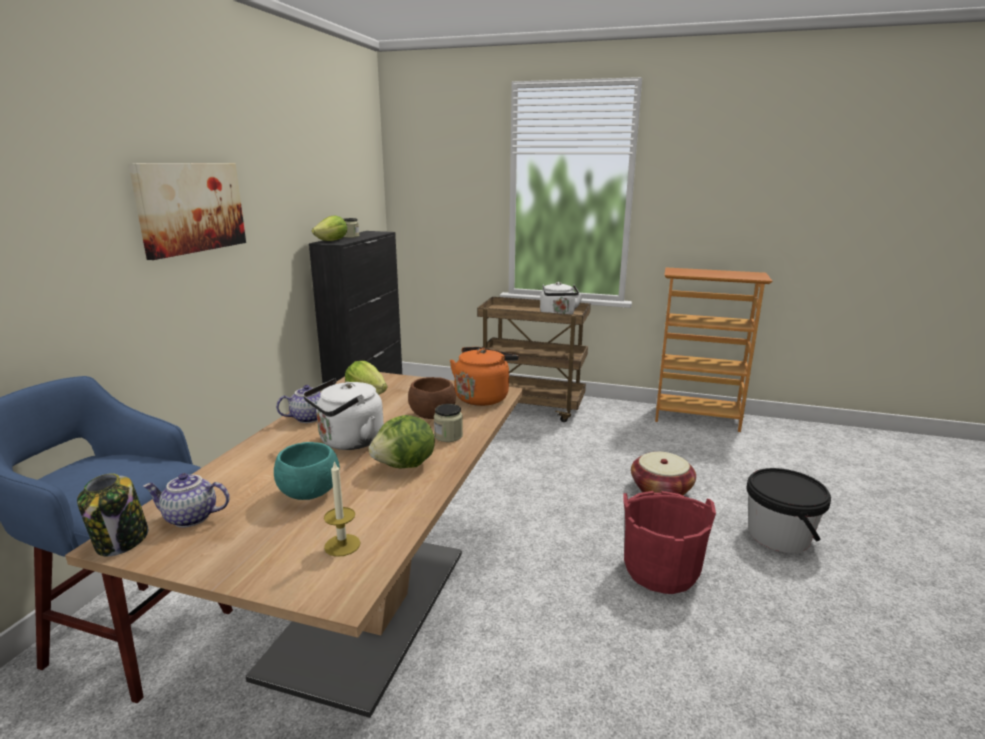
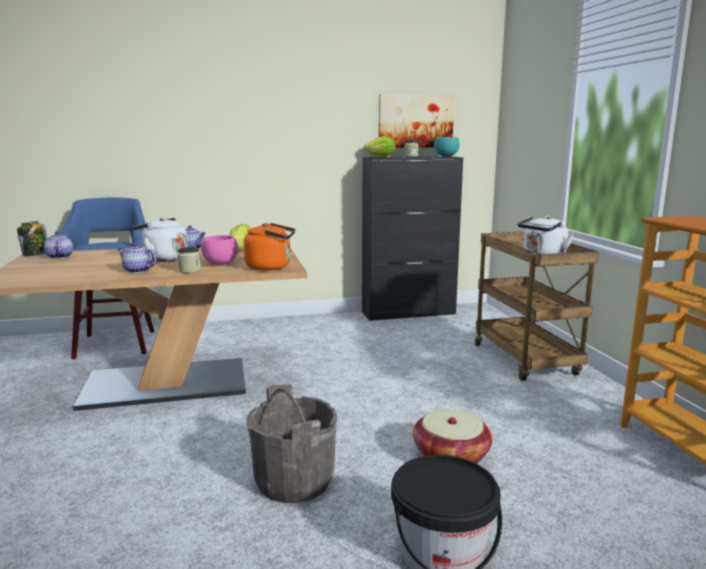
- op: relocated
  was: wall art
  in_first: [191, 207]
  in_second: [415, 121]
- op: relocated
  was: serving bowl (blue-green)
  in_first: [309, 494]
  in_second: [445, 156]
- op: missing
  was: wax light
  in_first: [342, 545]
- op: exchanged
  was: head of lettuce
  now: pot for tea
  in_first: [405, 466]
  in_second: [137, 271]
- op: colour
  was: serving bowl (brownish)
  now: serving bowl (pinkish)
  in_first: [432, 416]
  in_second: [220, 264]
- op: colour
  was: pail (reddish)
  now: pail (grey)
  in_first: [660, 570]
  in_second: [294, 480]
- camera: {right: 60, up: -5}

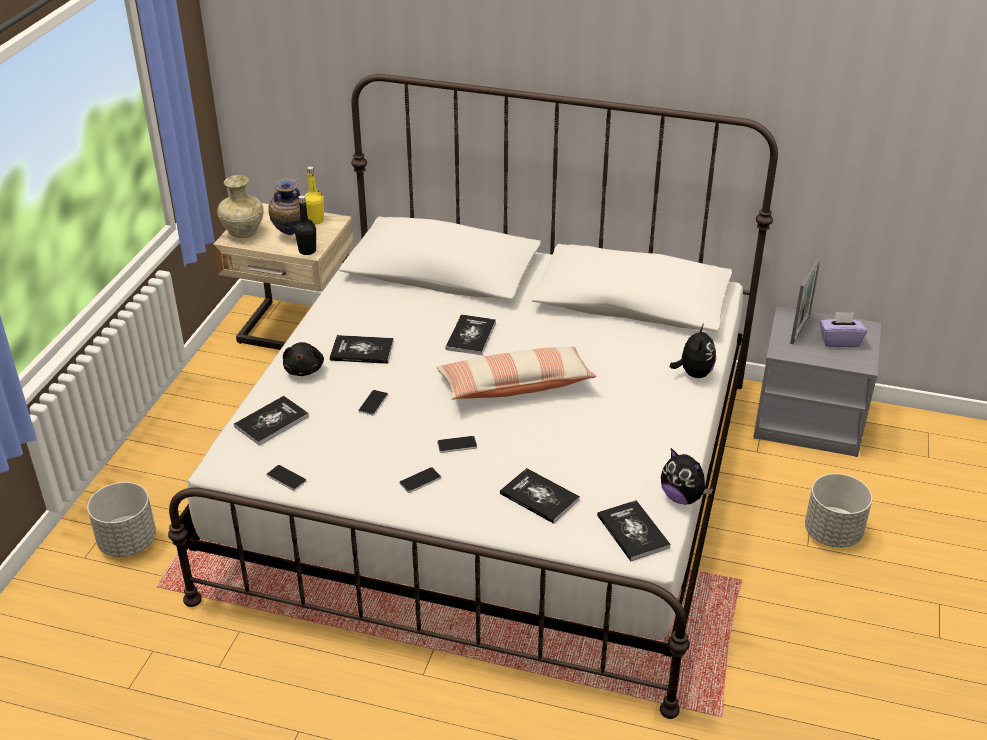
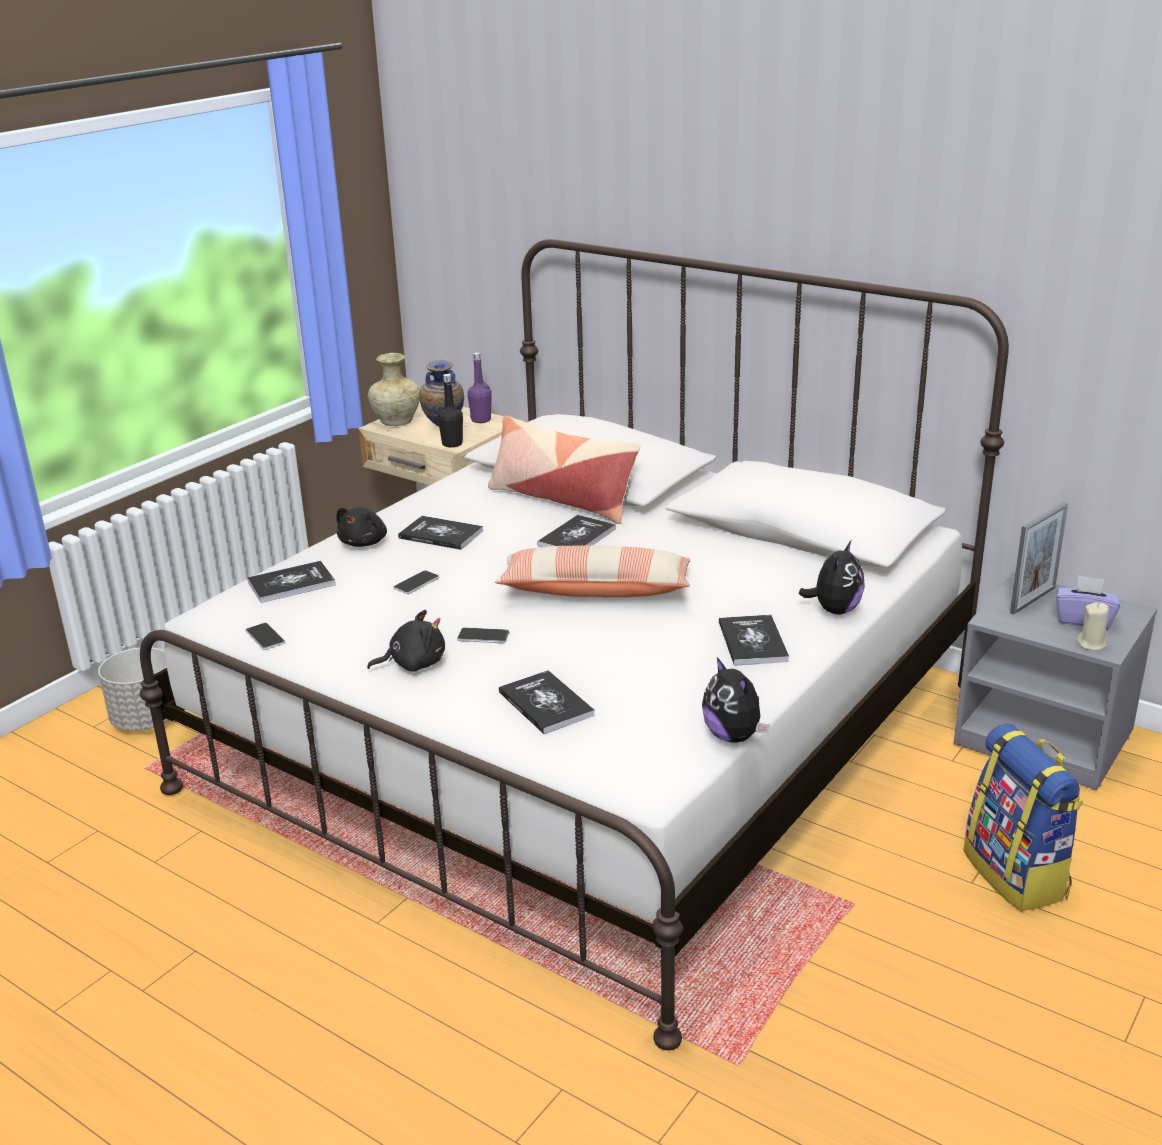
- op: colour
  was: drink bottle (yellowish)
  now: drink bottle (purplish)
  in_first: [315, 220]
  in_second: [481, 420]
- op: exchanged
  was: telephone
  now: cuddly toy (black)
  in_first: [420, 480]
  in_second: [413, 664]
- op: relocated
  was: book
  in_first: [633, 532]
  in_second: [752, 642]
- op: exchanged
  was: planter (grey)
  now: rucksack
  in_first: [833, 533]
  in_second: [1017, 874]
- op: appeared
  now: throw pillow
  in_second: [561, 499]
- op: appeared
  now: wax light (beige)
  in_second: [1091, 644]
- camera: {right: 20, up: -10}

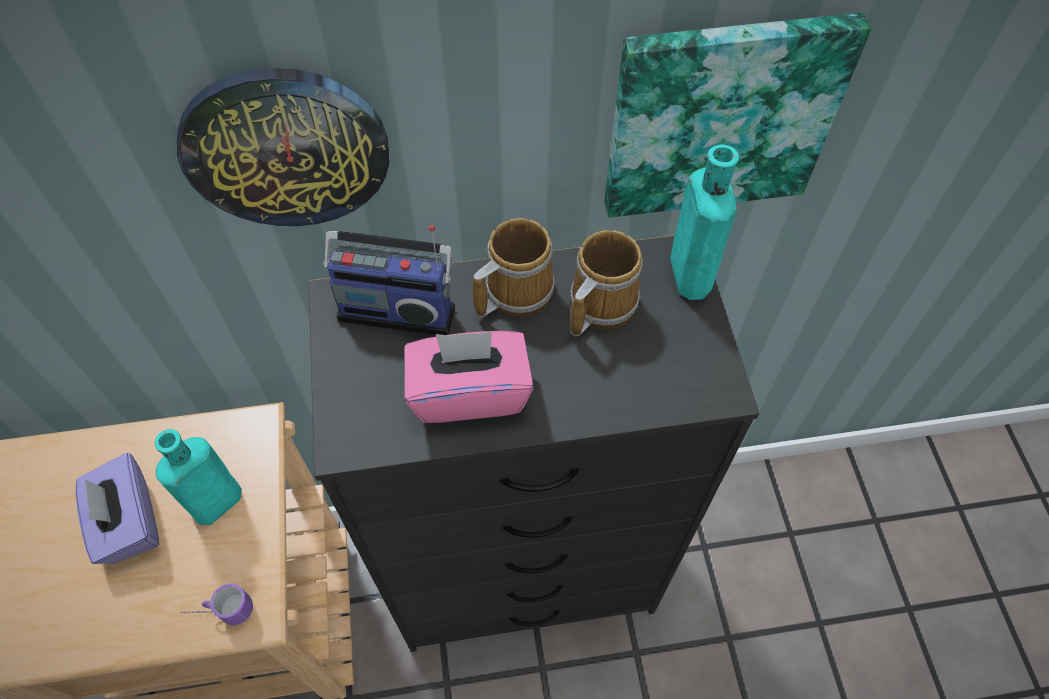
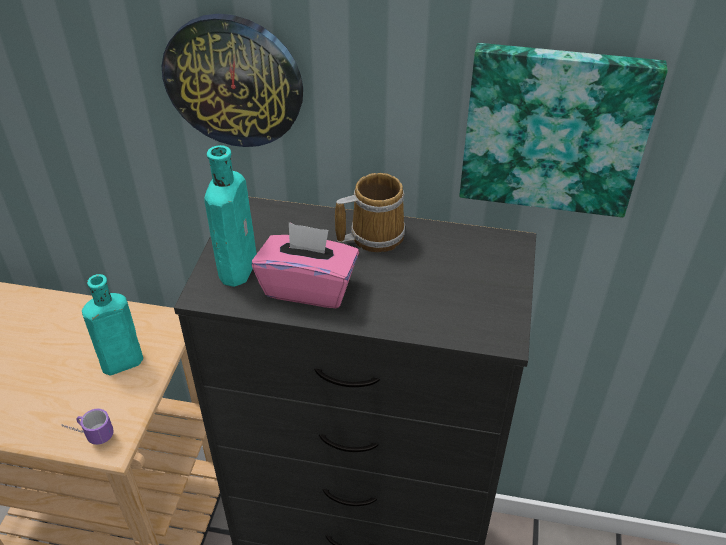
- op: missing
  was: tissue holder (purplish)
  in_first: [128, 522]
- op: missing
  was: radio set
  in_first: [398, 308]
- op: missing
  was: mug
  in_first: [598, 304]
- op: relocated
  was: drink bottle (blue-green)
  in_first: [689, 271]
  in_second: [239, 266]
- camera: {right: 20, up: -15}

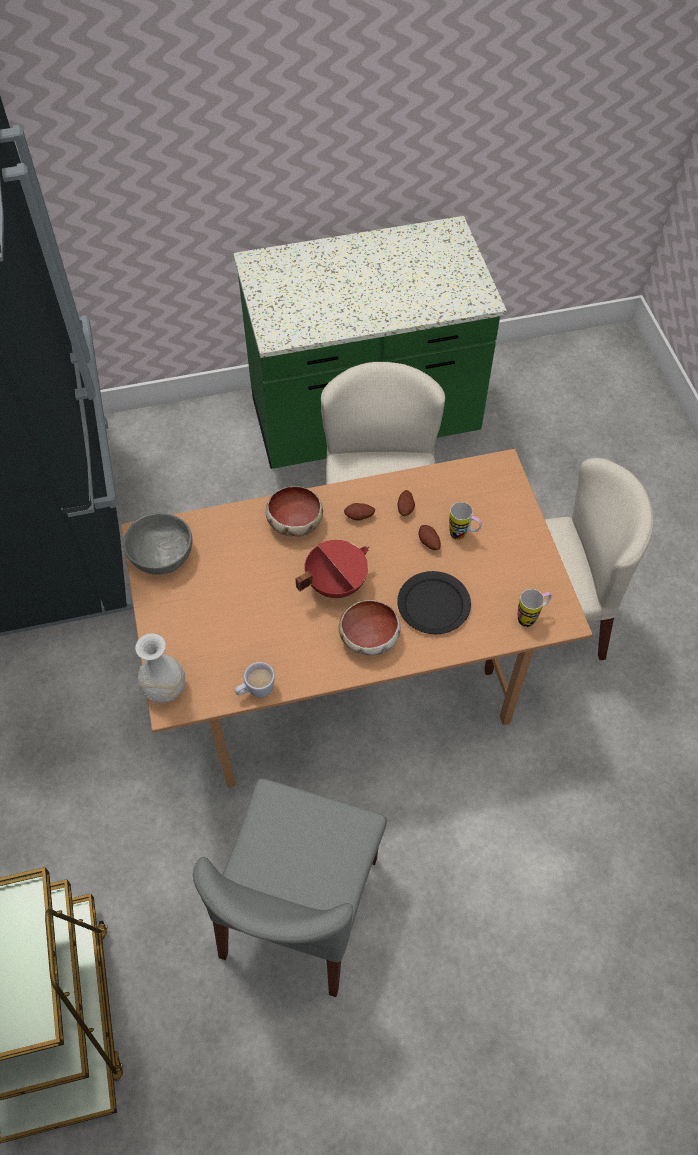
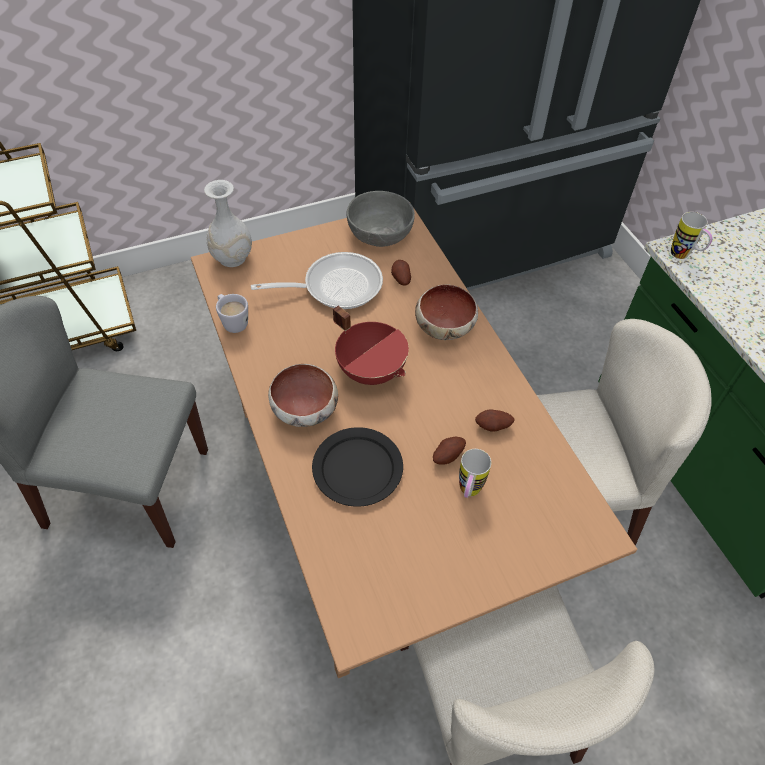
- op: relocated
  was: spud
  in_first: [359, 517]
  in_second: [400, 279]
- op: relocated
  was: mug
  in_first: [531, 617]
  in_second: [684, 256]
- op: appeared
  now: frying pan
  in_second: [335, 286]
- camera: {right: 80, up: -5}

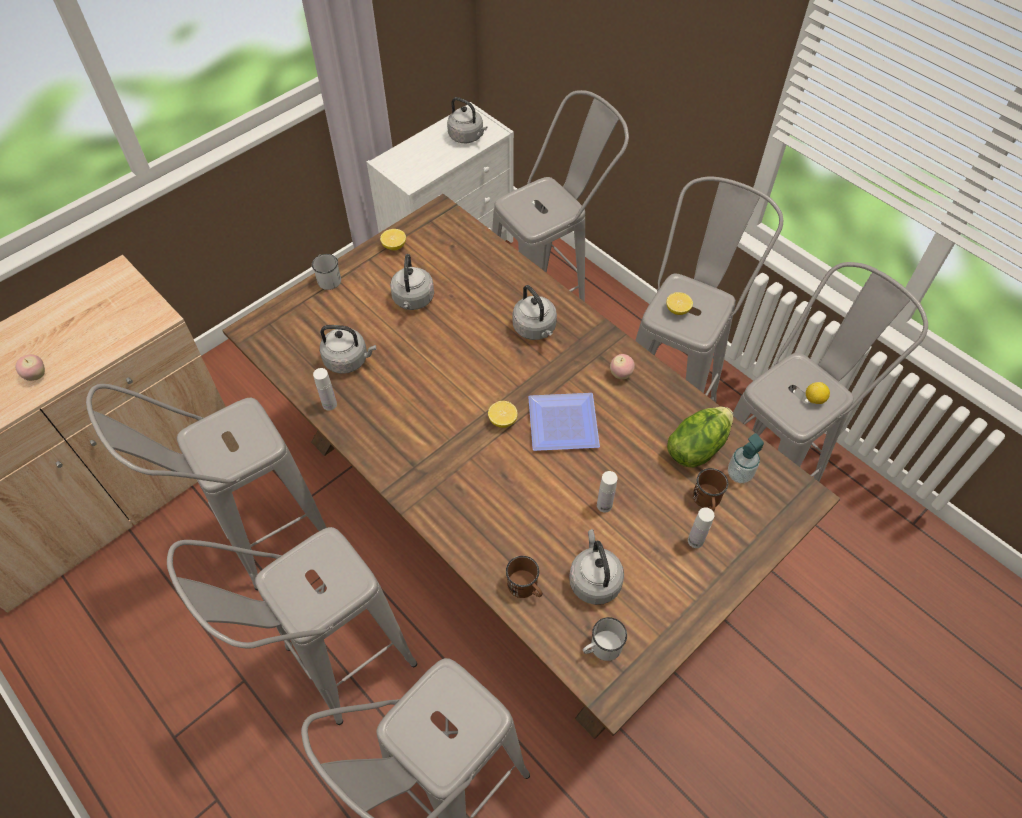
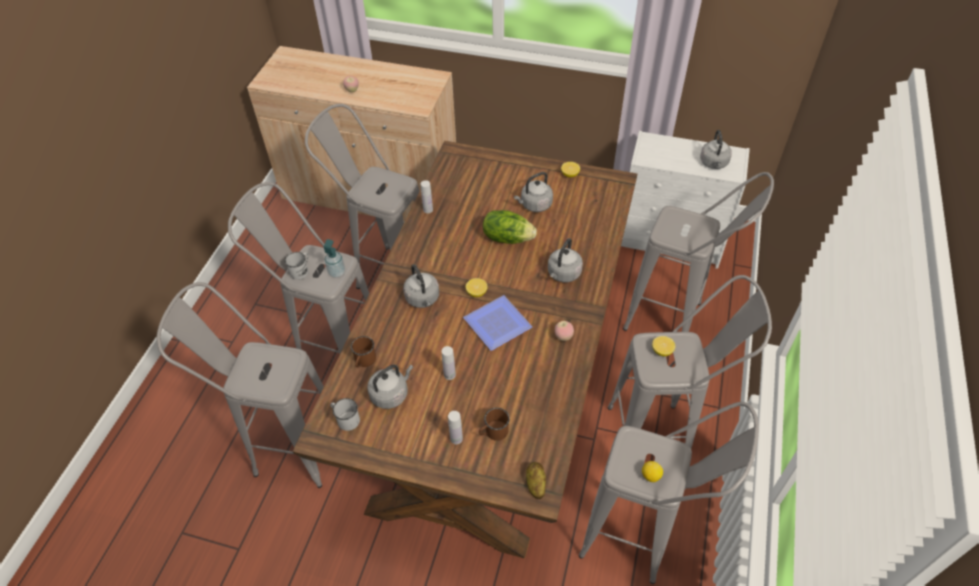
- op: relocated
  was: mug (white-coloured)
  in_first: [328, 278]
  in_second: [301, 270]
- op: relocated
  was: water kettle (grey)
  in_first: [348, 360]
  in_second: [423, 299]
- op: relocated
  was: head of lettuce
  in_first: [696, 447]
  in_second: [507, 237]
- op: relocated
  was: liquid soap bottle
  in_first: [739, 474]
  in_second: [337, 272]
- op: appeared
  now: spud
  in_second: [535, 484]
- camera: {right: 60, up: -5}

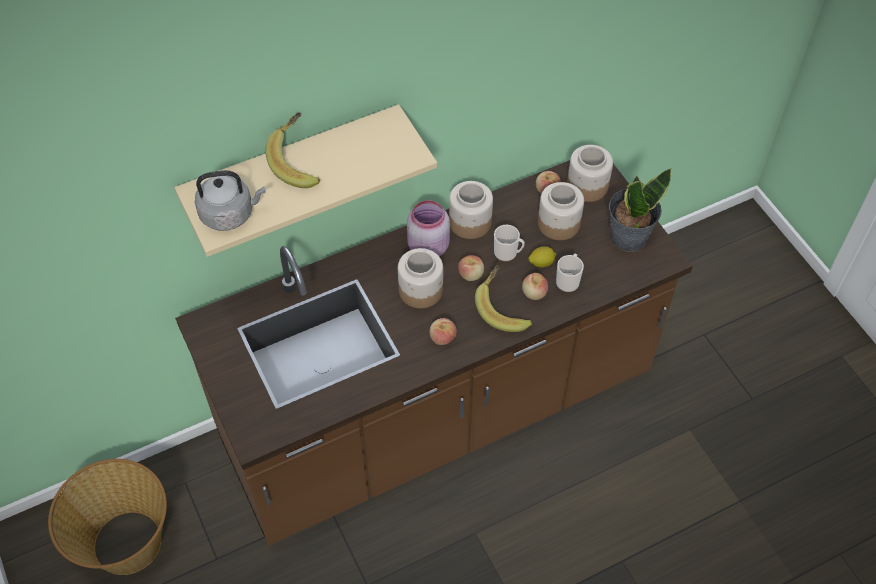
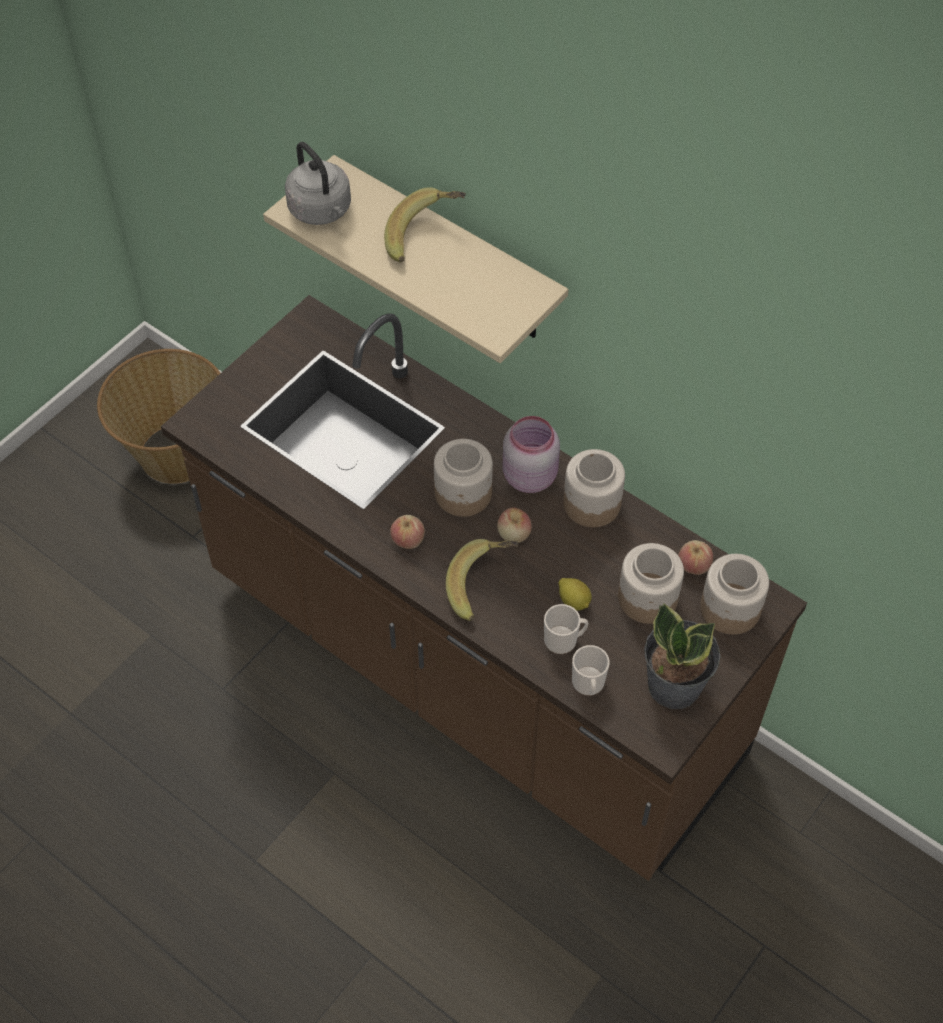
- op: relocated
  was: mug
  in_first: [508, 253]
  in_second: [588, 685]
- op: missing
  was: whole apple
  in_first: [534, 293]
- camera: {right: 65, up: 0}

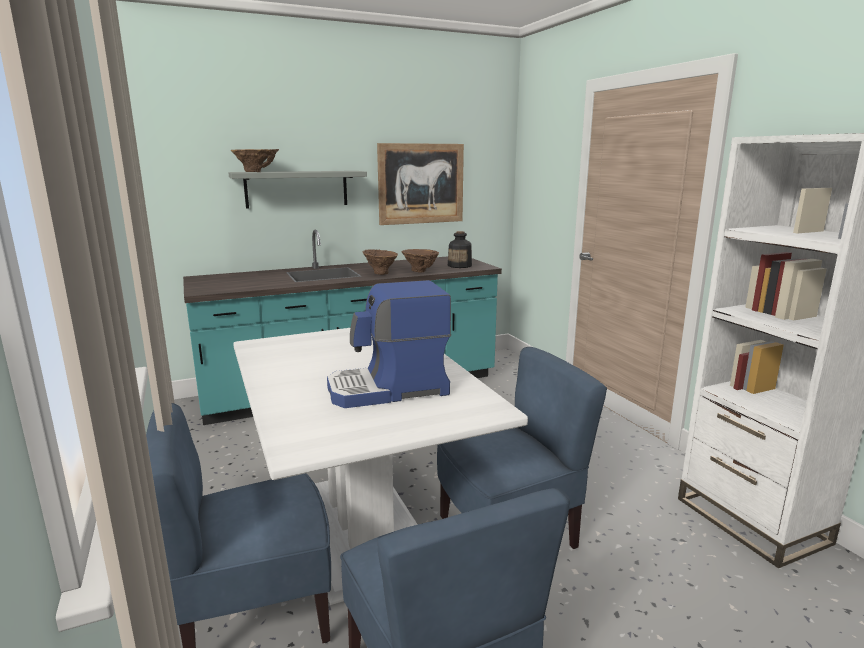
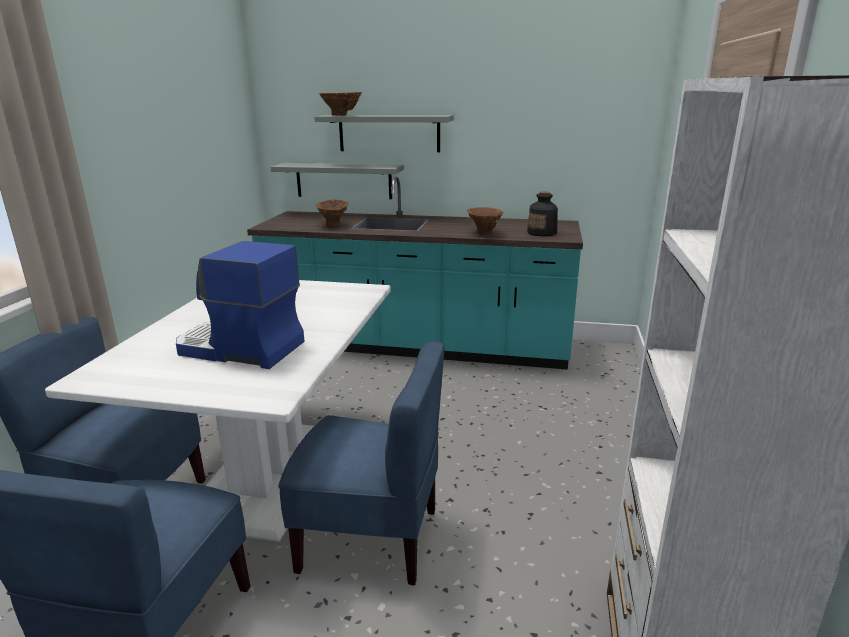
- op: relocated
  was: decorative vase (brownish)
  in_first: [380, 272]
  in_second: [334, 225]
- op: missing
  was: wall art
  in_first: [421, 184]
- op: appeared
  now: wall shelf (grey)
  in_second: [343, 180]
- camera: {right: 35, up: 5}

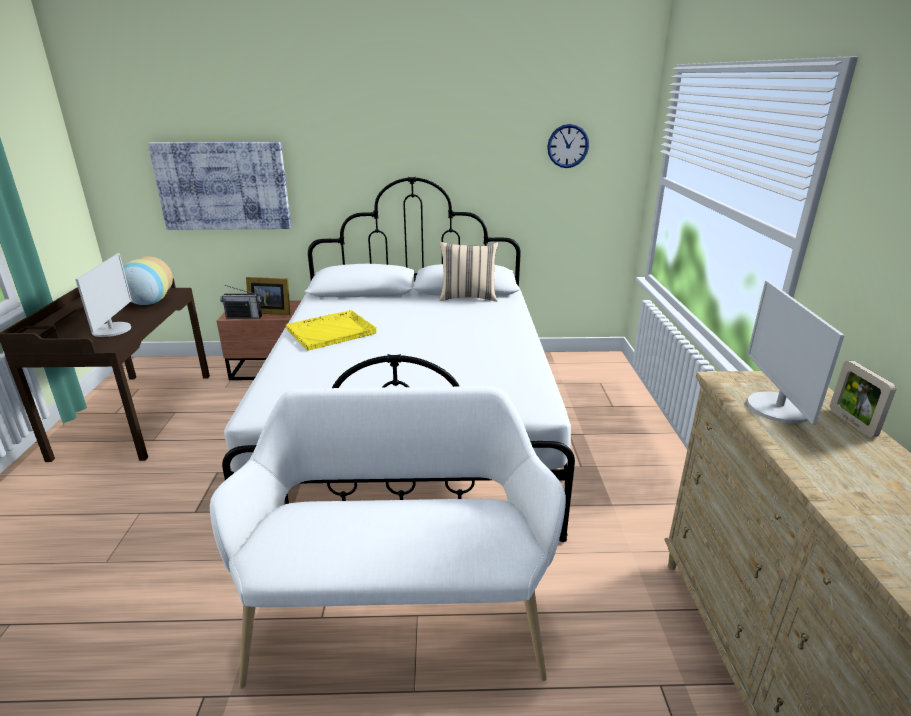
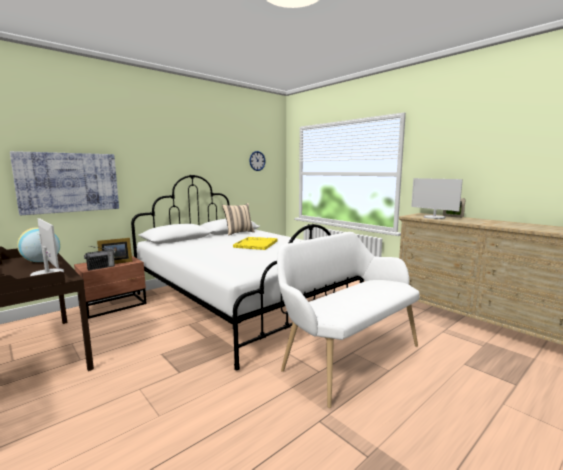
- op: relocated
  was: carrying tray (yellowish)
  in_first: [332, 331]
  in_second: [256, 244]
- camera: {right: -40, up: -15}

